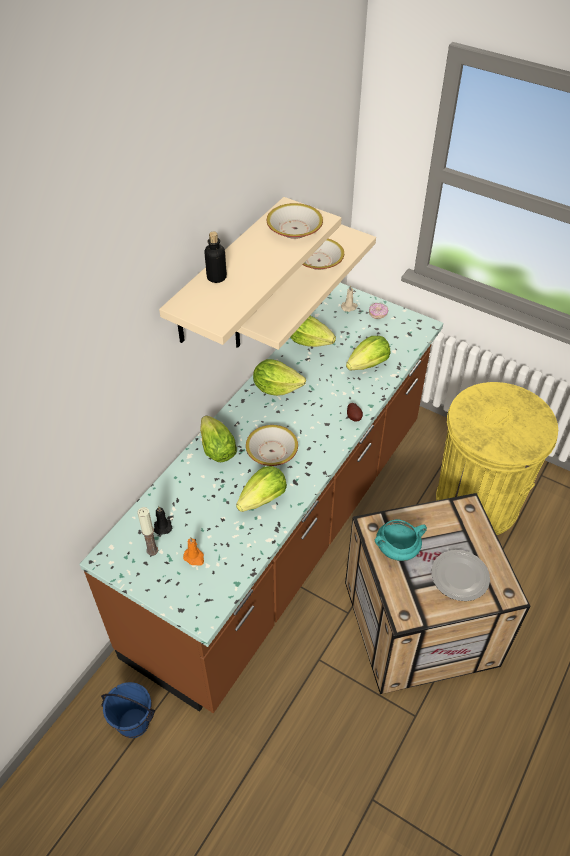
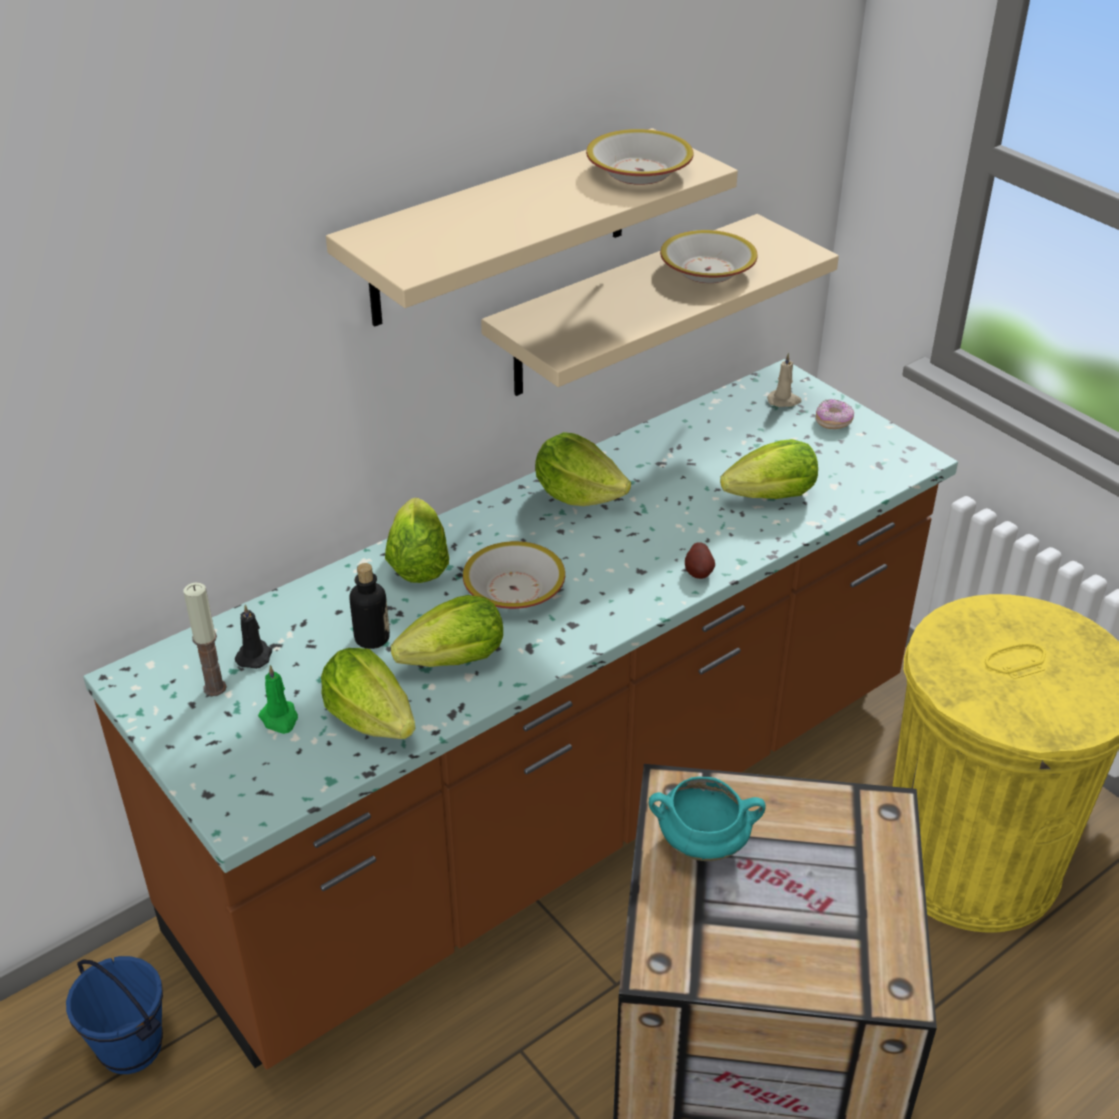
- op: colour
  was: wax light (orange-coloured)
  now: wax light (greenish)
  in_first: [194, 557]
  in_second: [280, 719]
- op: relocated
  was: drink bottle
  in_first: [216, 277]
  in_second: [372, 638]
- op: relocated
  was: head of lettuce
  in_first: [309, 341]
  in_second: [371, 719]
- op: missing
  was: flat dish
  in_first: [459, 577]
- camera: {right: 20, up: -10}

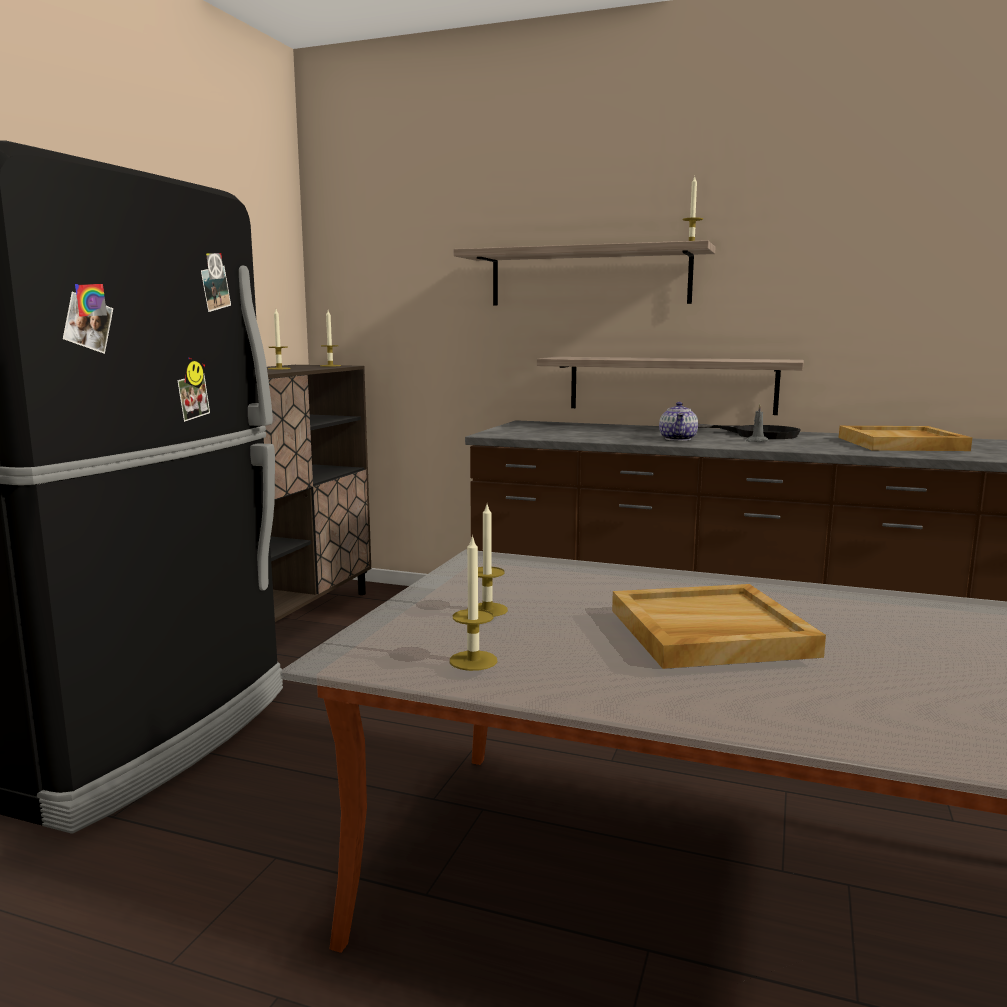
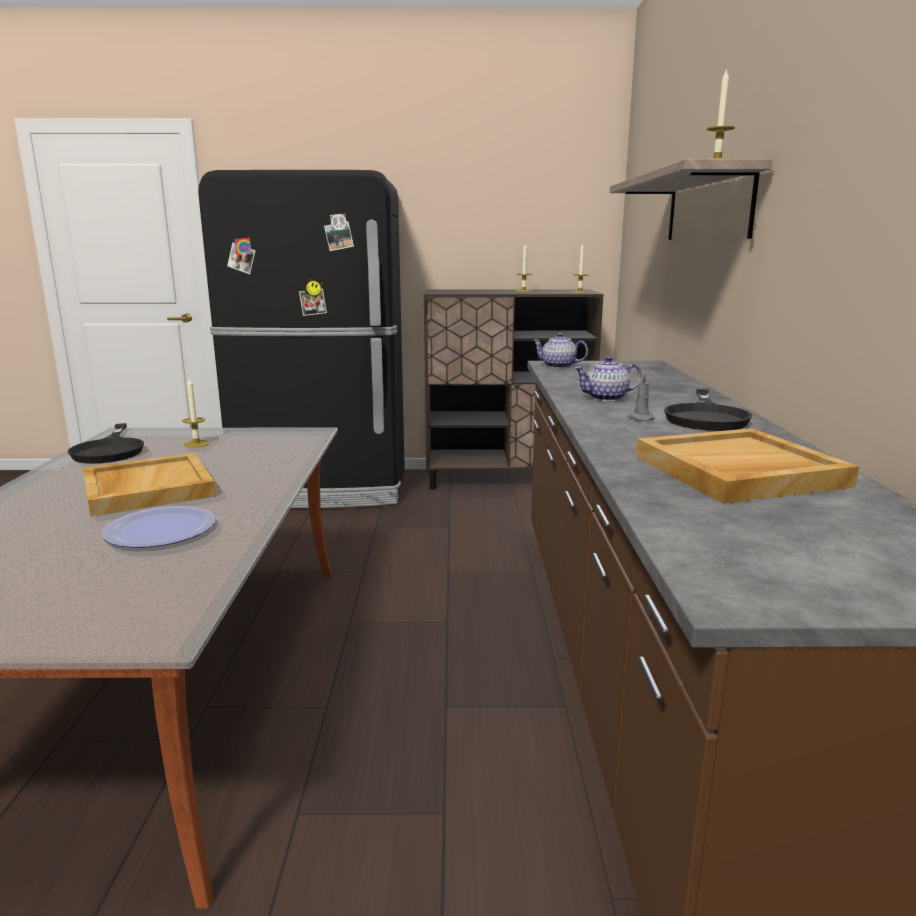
- op: exchanged
  was: wax light
  now: frying pan (black)
  in_first: [473, 660]
  in_second: [110, 450]
- op: missing
  was: wall shelf
  in_first: [671, 384]
- op: appeared
  now: flat dish
  in_second: [160, 529]
- op: appeared
  now: pot for tea
  in_second: [559, 366]
- camera: {right: 70, up: 5}

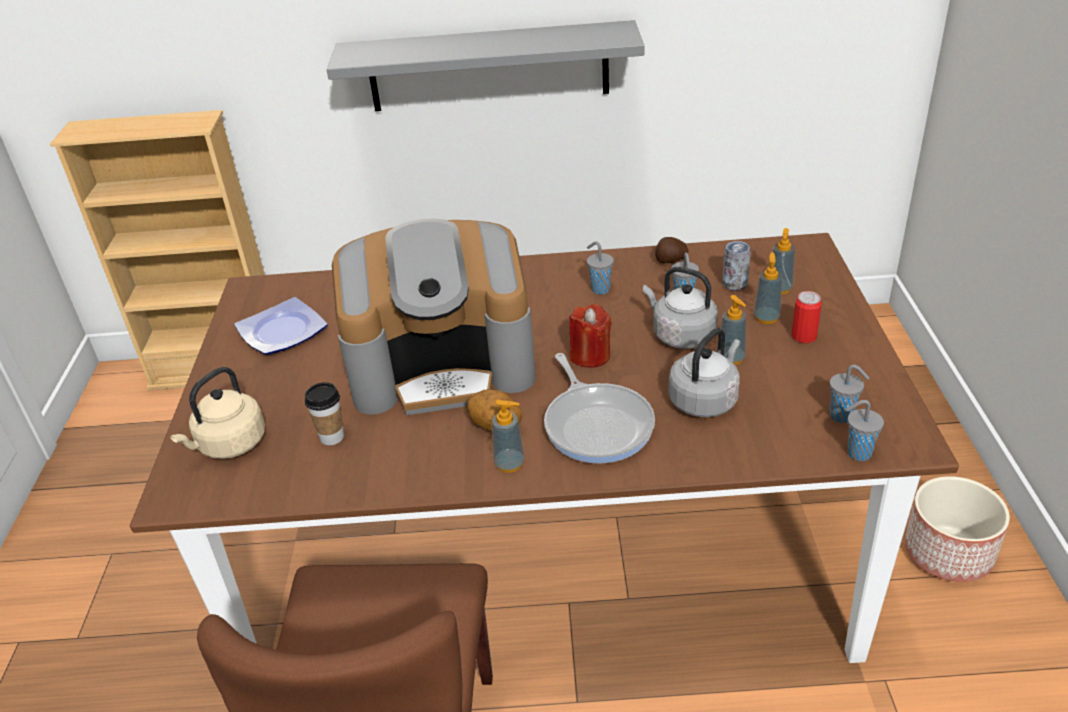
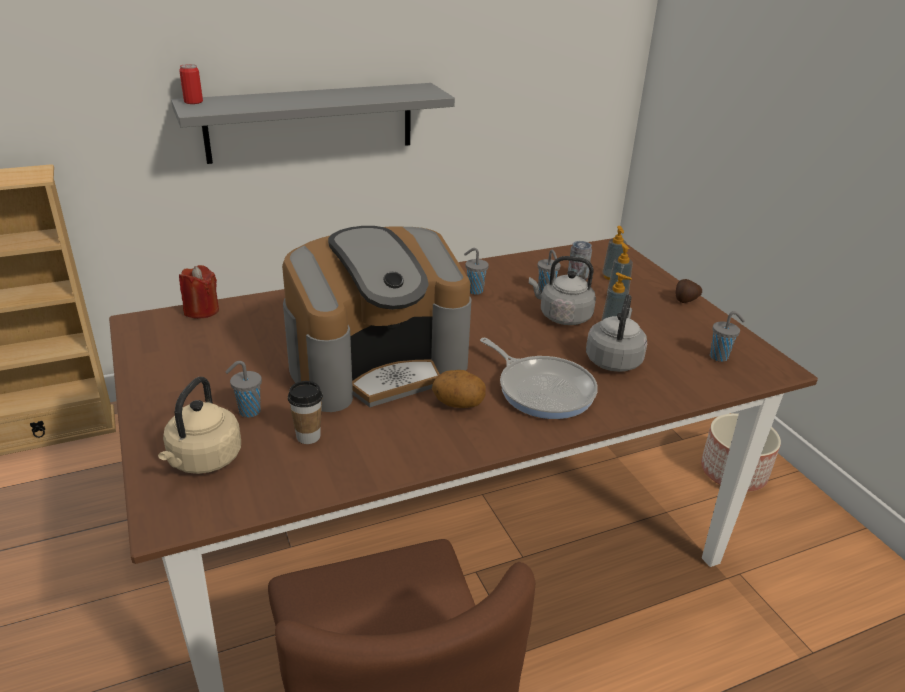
- op: missing
  was: flat dish
  in_first: [283, 330]
- op: missing
  was: liquid soap bottle
  in_first: [509, 464]
- op: relocated
  was: wax light (reddish)
  in_first: [590, 356]
  in_second: [201, 310]
- op: relocated
  was: spud
  in_first: [670, 261]
  in_second: [685, 300]
- op: relocated
  was: metal can
  in_first: [804, 336]
  in_second: [193, 102]
- op: relocated
  was: small cup (grey)
  in_first: [857, 453]
  in_second: [248, 411]
- camera: {right: -25, up: -5}

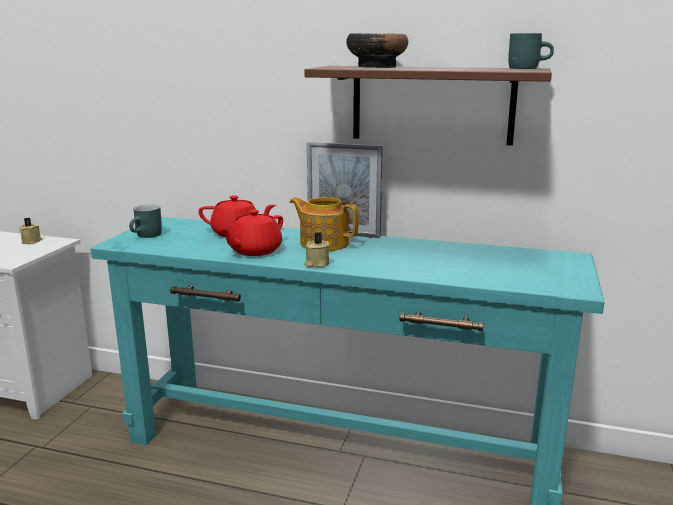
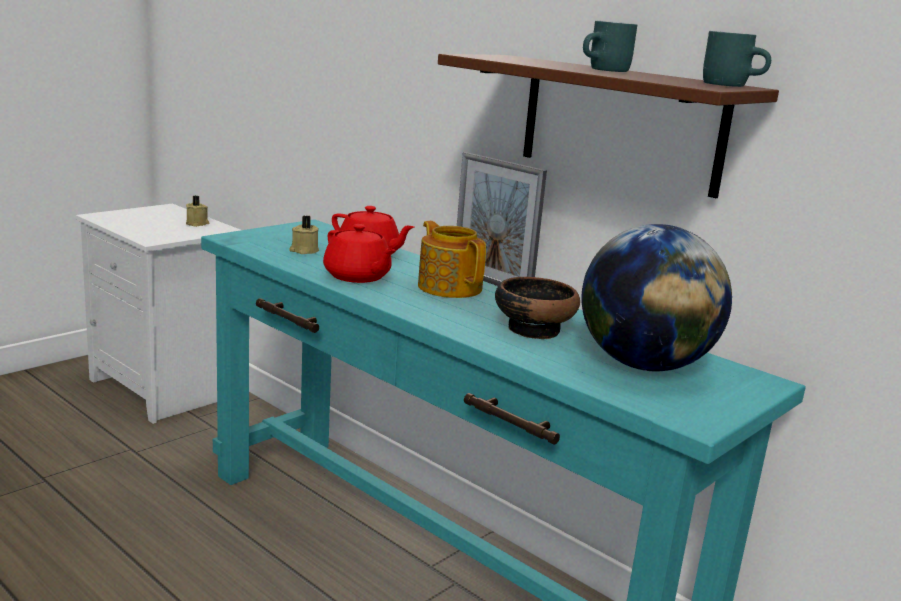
- op: relocated
  was: mug (blue-green)
  in_first: [147, 236]
  in_second: [606, 70]
- op: spun
  was: pot for tea (reddish)
  in_first: [254, 251]
  in_second: [357, 277]
  clockwise: -105
- op: relocated
  was: wax light (beige)
  in_first: [316, 264]
  in_second: [303, 251]
- op: relocated
  was: serving bowl
  in_first: [376, 67]
  in_second: [533, 329]
- op: appeared
  now: world globe
  in_second: [644, 365]
- camera: {right: 25, up: 0}

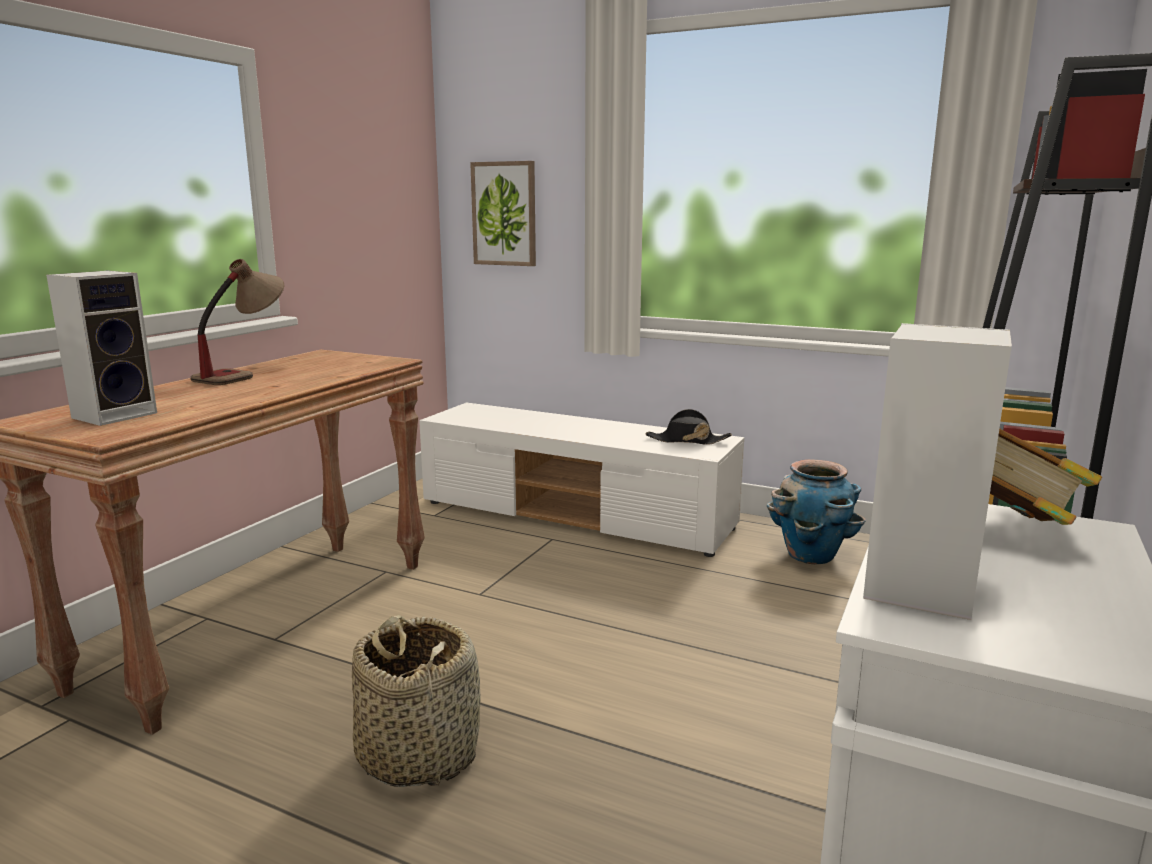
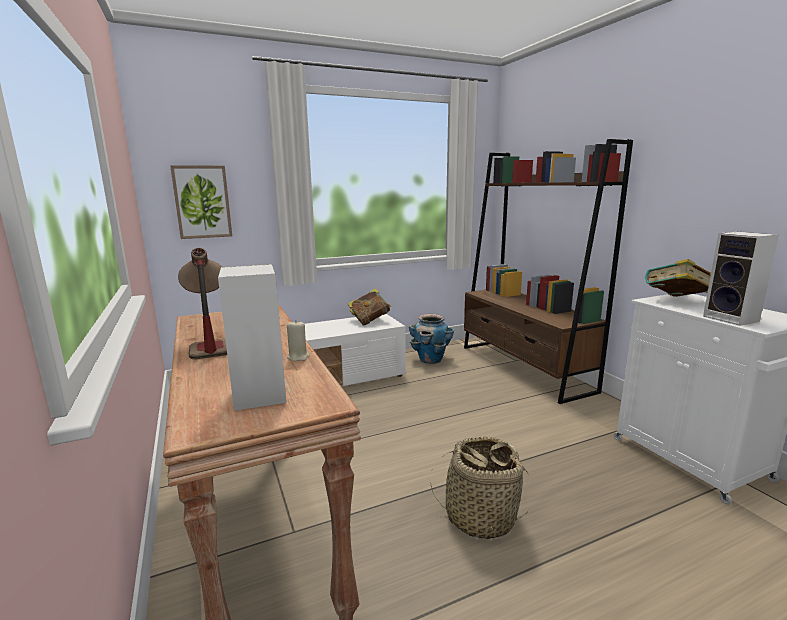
- op: exchanged
  was: wearable hat (black)
  now: book
  in_first: [687, 441]
  in_second: [370, 321]
- op: appeared
  now: wax light (beige)
  in_second: [298, 357]
- camera: {right: -50, up: 0}

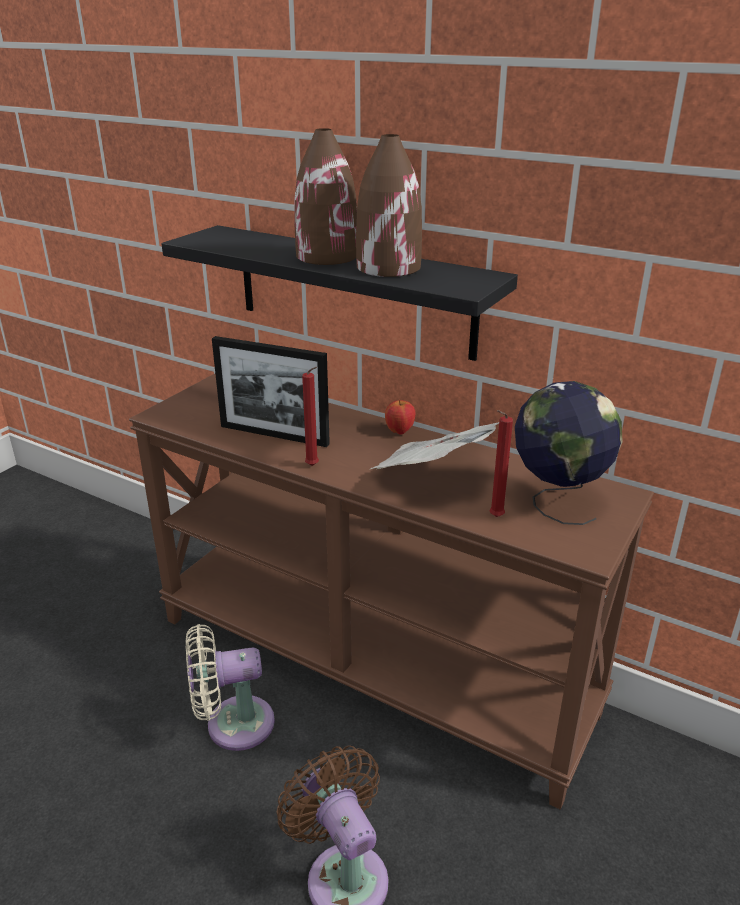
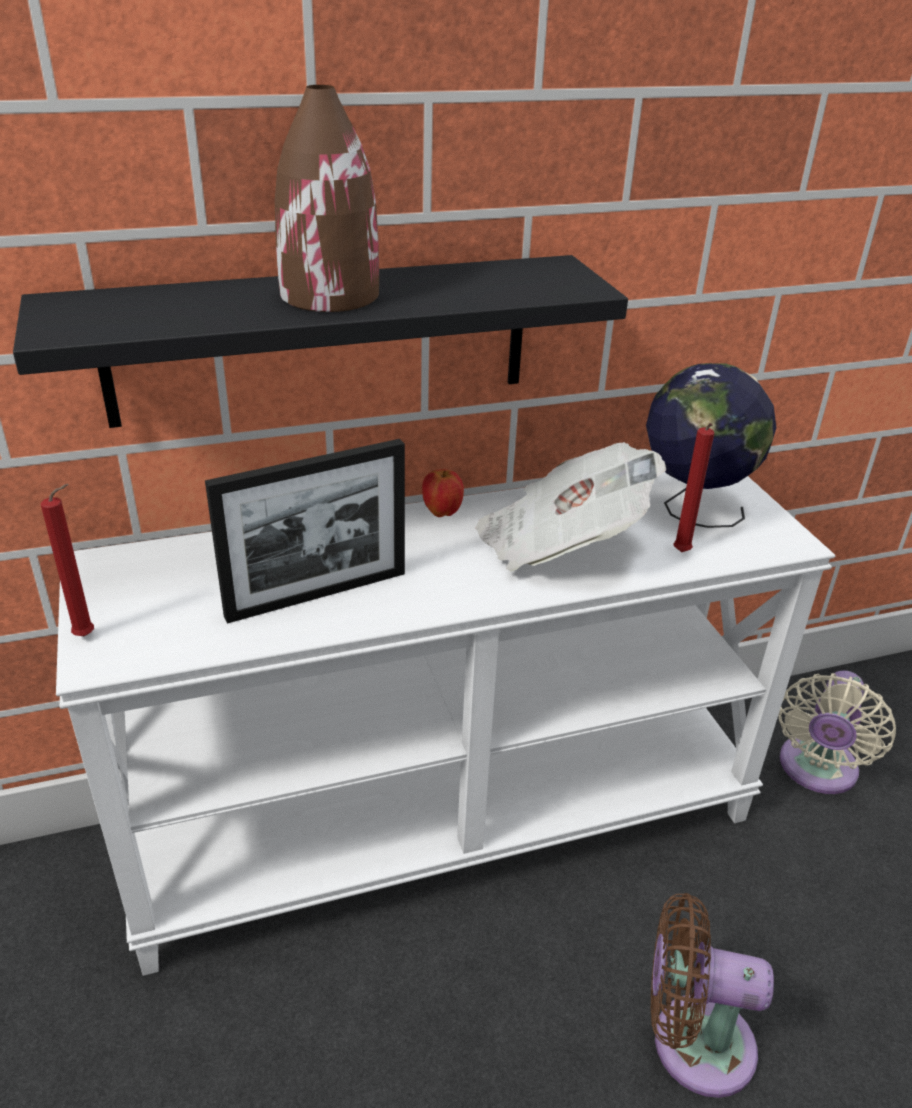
- op: colour
  was: console table (brownish)
  now: console table (white-coloured)
  in_first: [372, 663]
  in_second: [446, 822]
- op: relocated
  was: cooling fan (beige)
  in_first: [233, 724]
  in_second: [816, 771]
- op: relocated
  was: wax light (reddish)
  in_first: [313, 466]
  in_second: [88, 636]
- op: missing
  was: decorative vase (brownish)
  in_first: [388, 267]
- camera: {right: -50, up: 5}

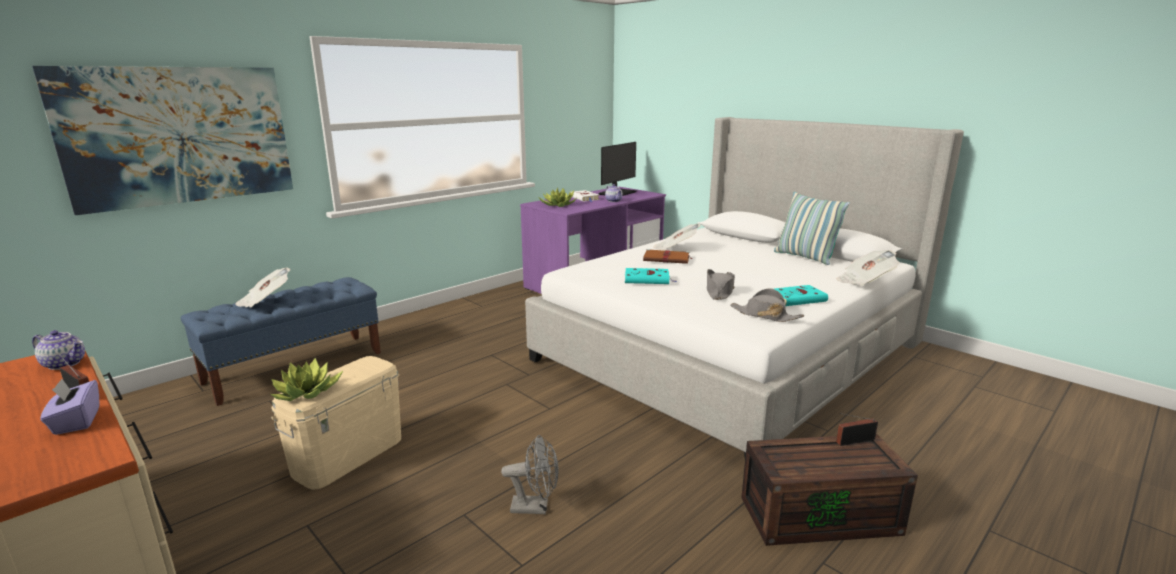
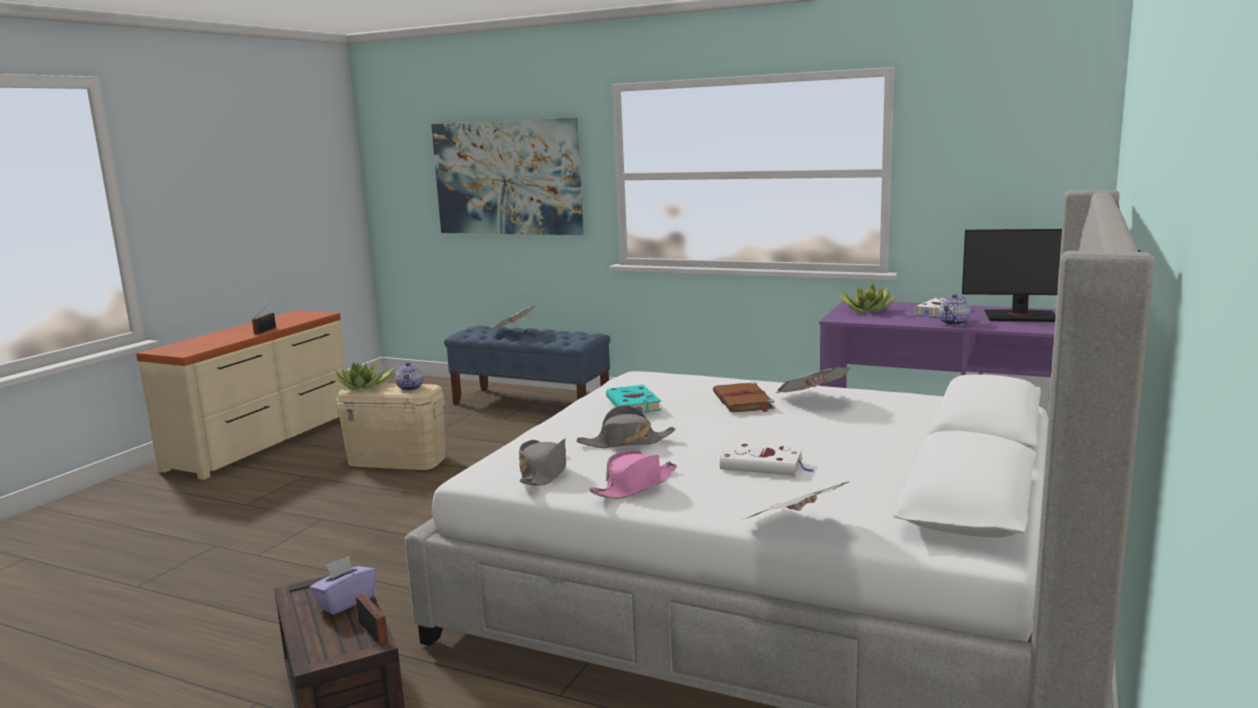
- op: relocated
  was: pot for tea
  in_first: [65, 364]
  in_second: [410, 388]
- op: relocated
  was: tissue holder (purplish)
  in_first: [76, 421]
  in_second: [345, 602]
- op: missing
  was: cooling fan (grey)
  in_first: [536, 507]
- op: missing
  was: throw pillow
  in_first: [805, 257]
- op: exchanged
  was: book (blue-green)
  now: wearable hat (pinkish)
  in_first: [798, 299]
  in_second: [635, 486]
- op: appeared
  now: book (white-coloured)
  in_second: [764, 465]
- camera: {right: 70, up: -5}

